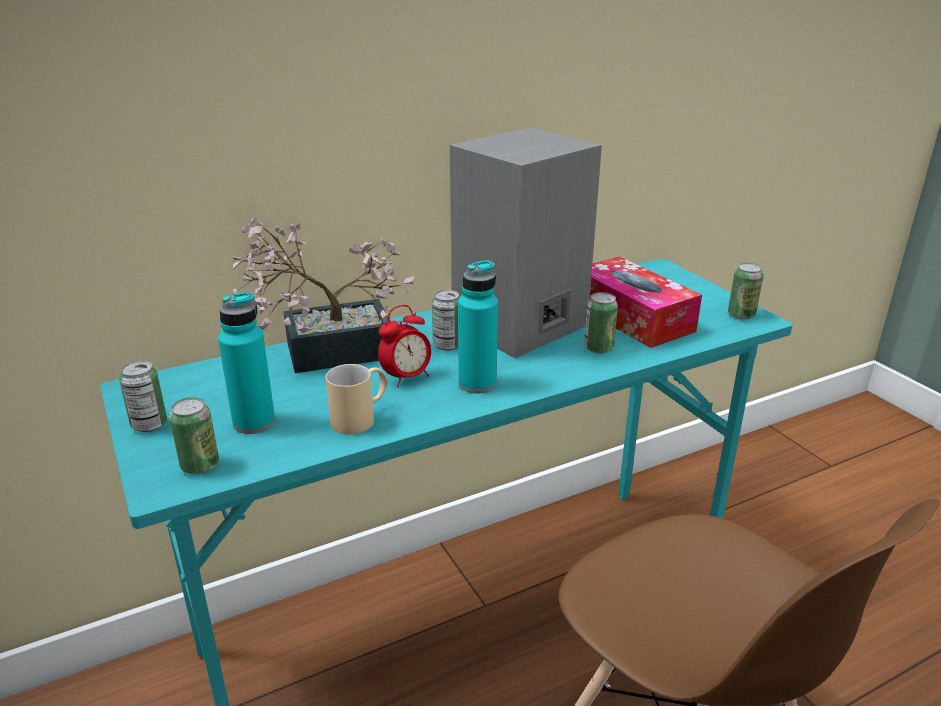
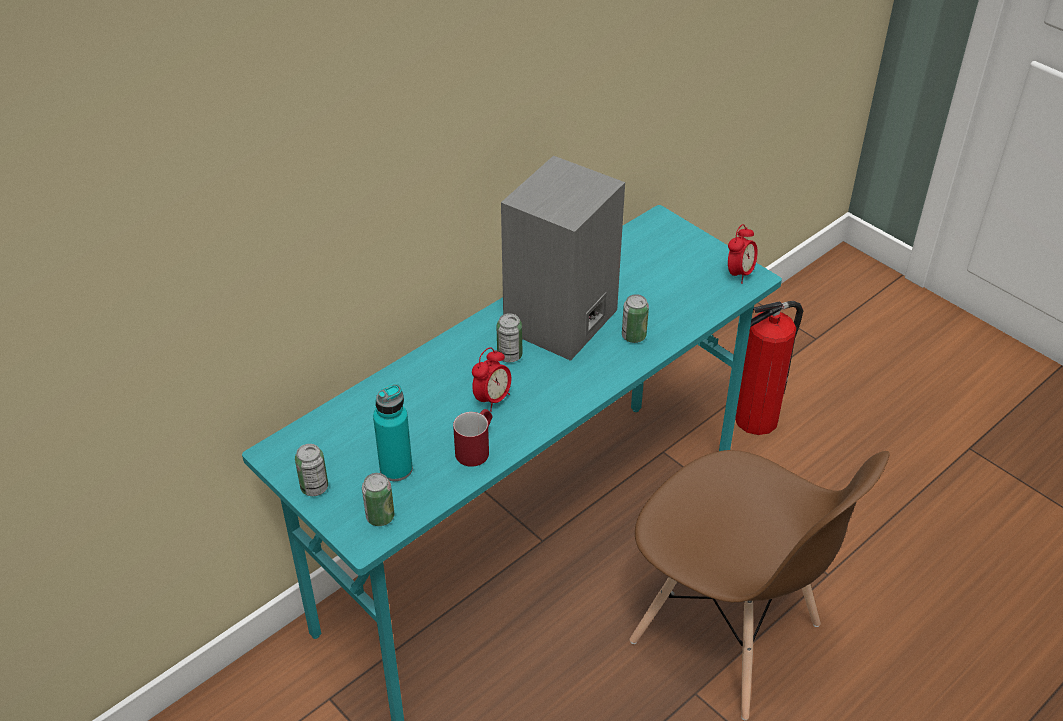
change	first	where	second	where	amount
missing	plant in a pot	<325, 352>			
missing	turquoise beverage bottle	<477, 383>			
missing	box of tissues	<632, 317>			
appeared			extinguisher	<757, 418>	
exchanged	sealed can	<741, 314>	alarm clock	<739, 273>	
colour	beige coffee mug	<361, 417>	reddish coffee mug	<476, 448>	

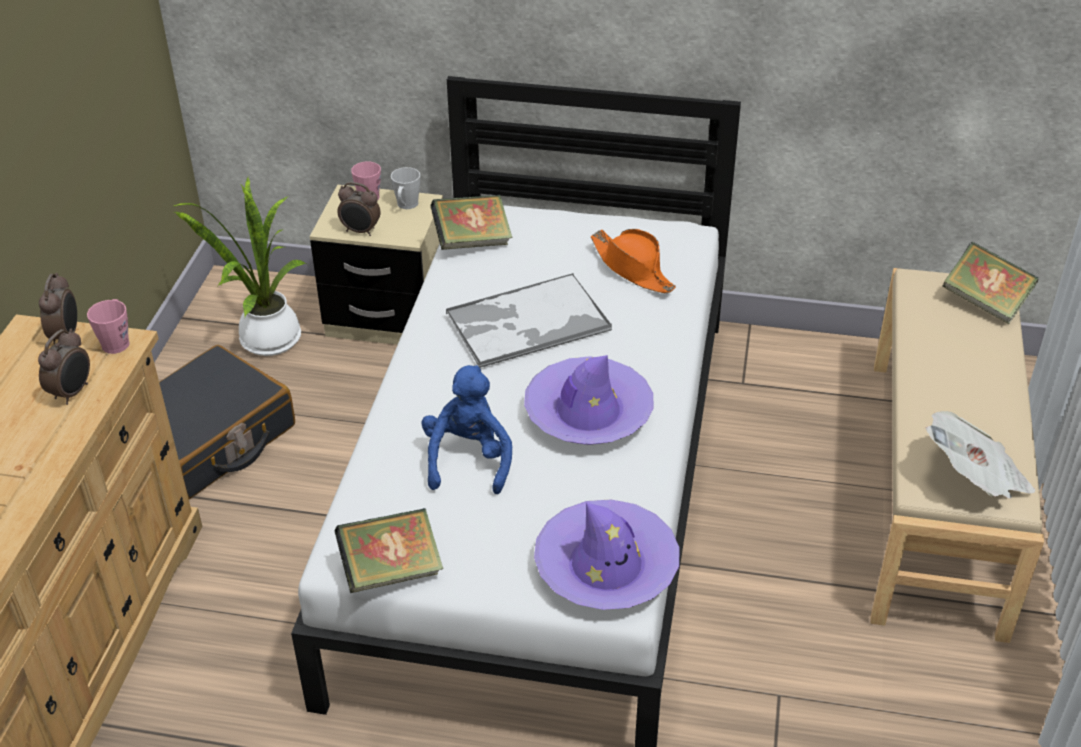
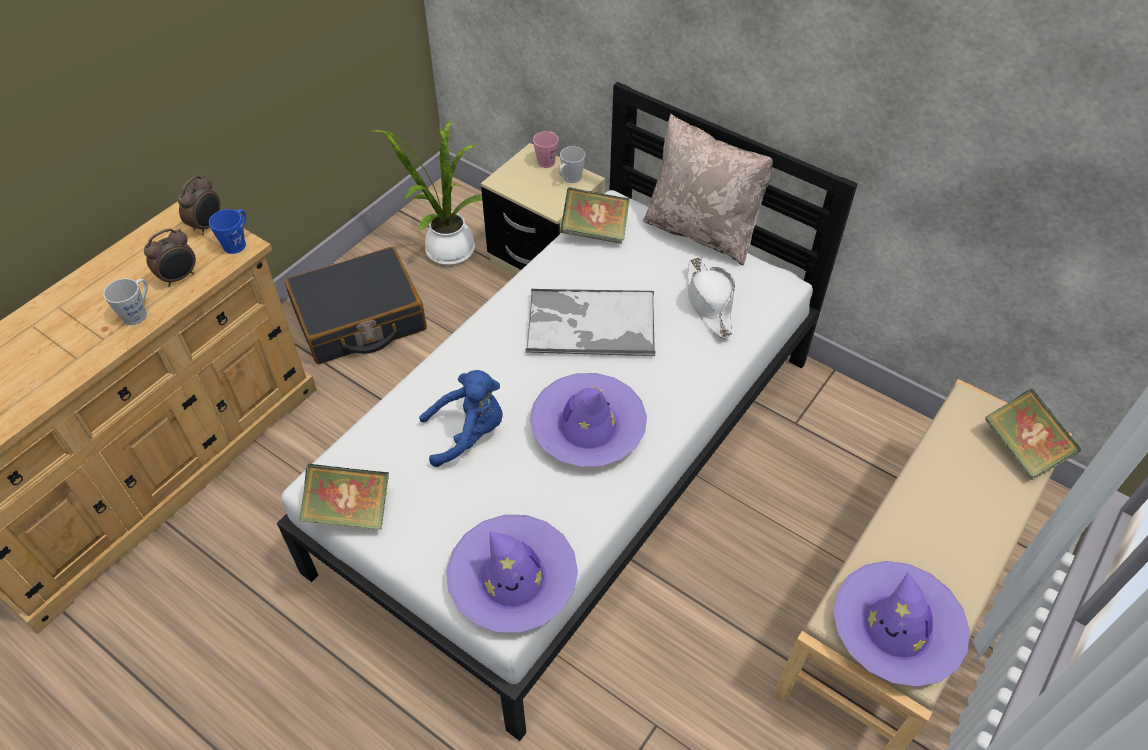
change	first	where	second	where	amount
missing	alarm clock	<360, 231>			
appeared			greyish coffee mug	<138, 313>	
appeared			beige throw pillow	<702, 231>	
exchanged	printed paper	<974, 478>	purple-coloured hat	<896, 629>	
colour	pinkish coffee mug	<117, 341>	blue coffee mug	<237, 243>	
colour	orange hat	<632, 268>	white-coloured hat	<709, 302>	
spun	blue cuddly toy	<468, 459>		<468, 433>	45 degrees clockwise

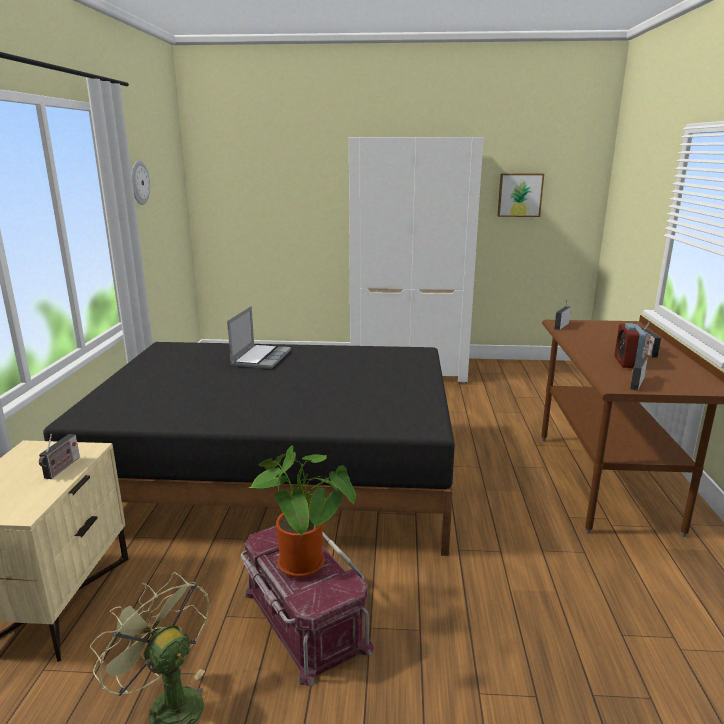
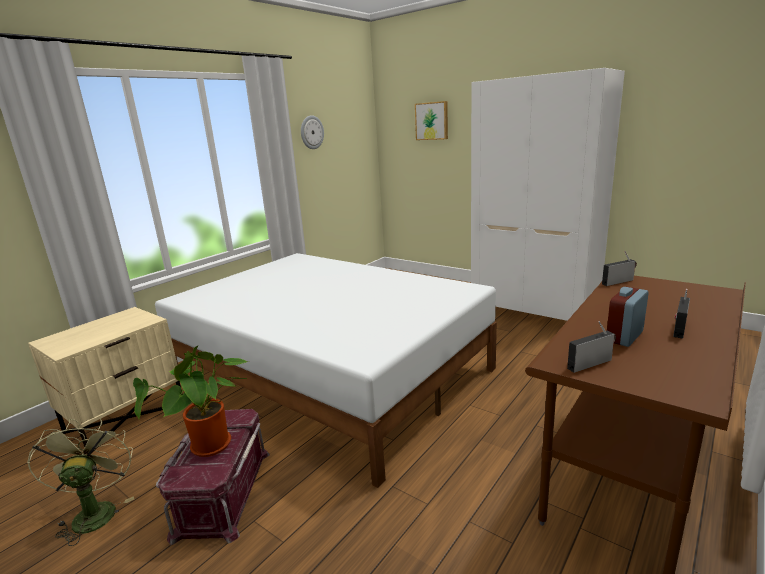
change	first	where	second	where	amount
missing	radio receiver	<61, 468>			
missing	laptop	<261, 358>			
relocated	picture	<520, 195>		<432, 121>	
colour	blackish bed	<278, 475>	white-coloured bed	<330, 373>	

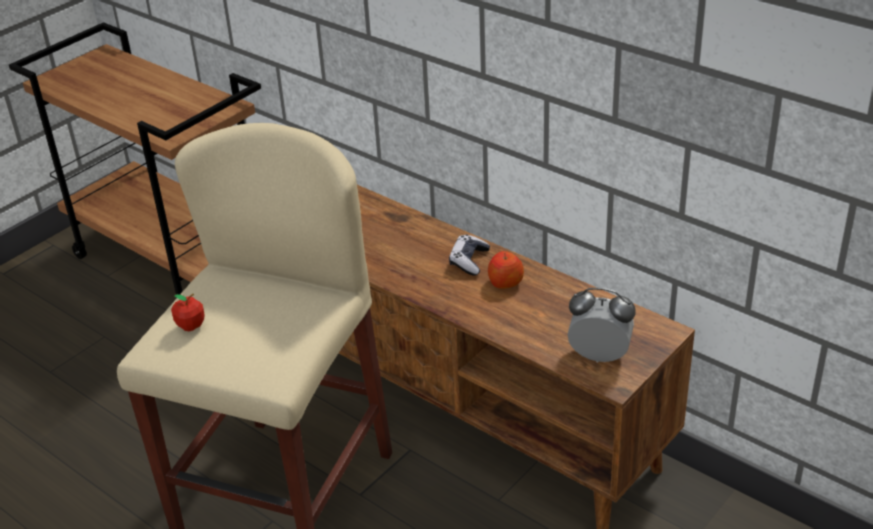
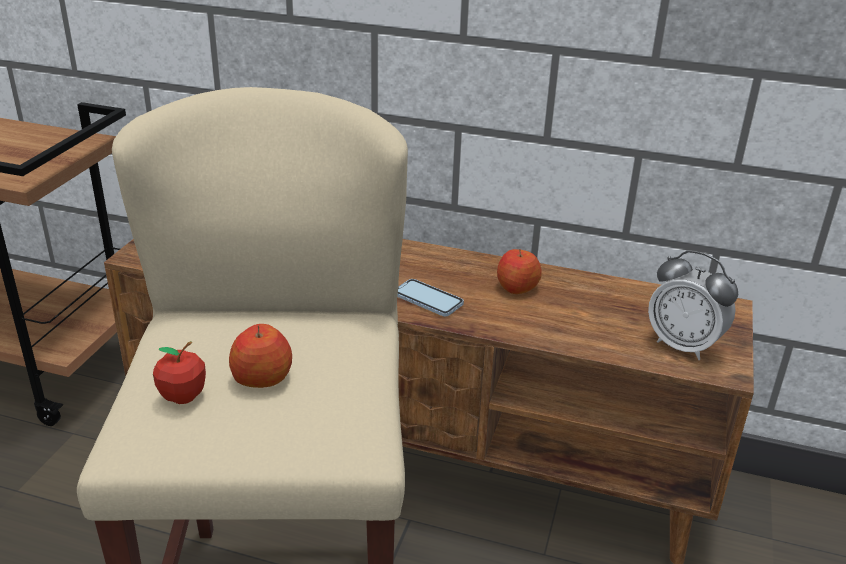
change	first	where	second	where	amount
missing	game controller	<469, 261>			
appeared			whole apple	<262, 377>	
appeared			phone	<428, 299>	
spun	alarm clock	<599, 356>		<683, 345>	135 degrees counterclockwise

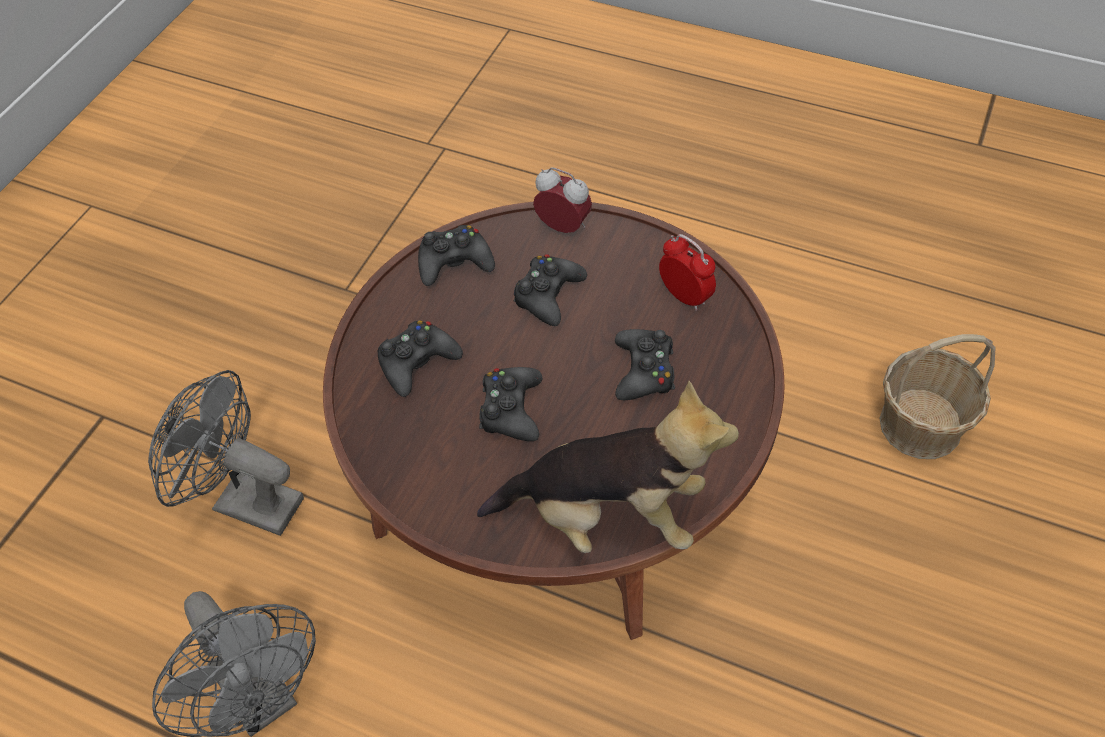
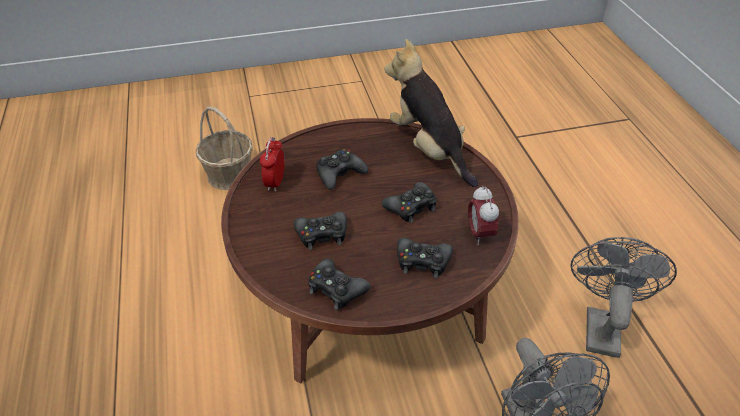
change	first	where	second	where	amount
relocated	alarm clock	<563, 227>		<479, 234>	

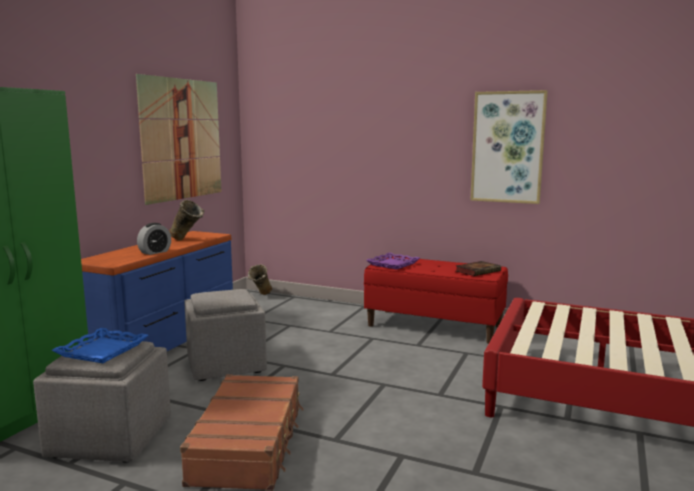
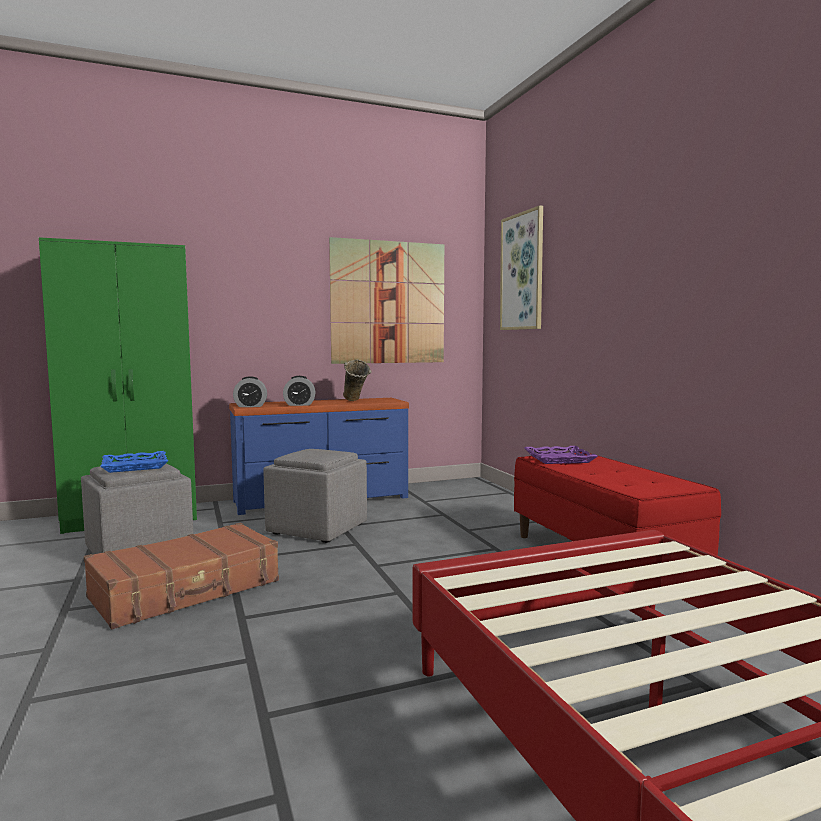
change	first	where	second	where	amount
missing	beige vase	<261, 296>			
missing	book	<478, 271>			
appeared			alarm clock	<250, 406>	
relocated	picture	<507, 147>		<522, 272>	

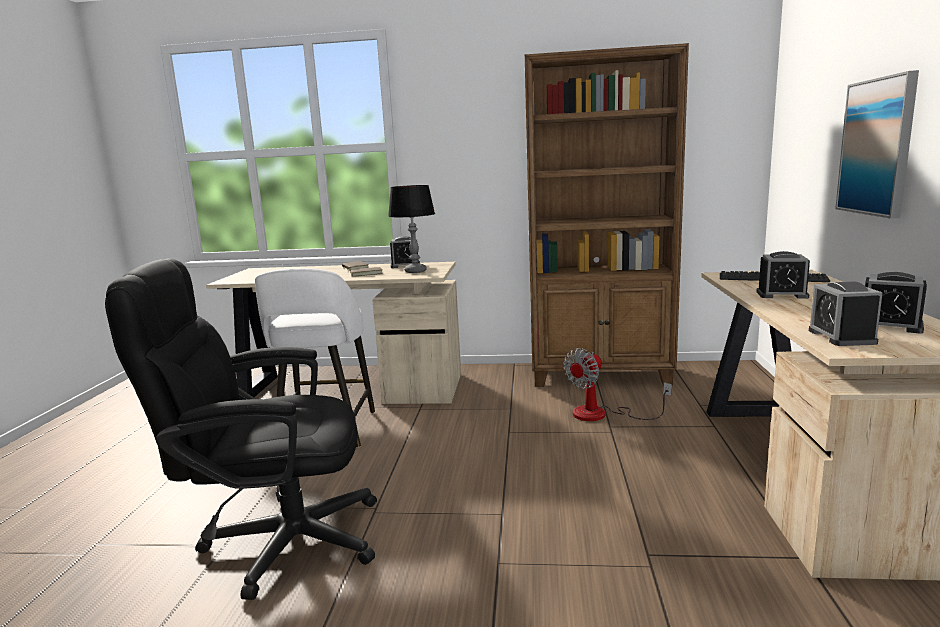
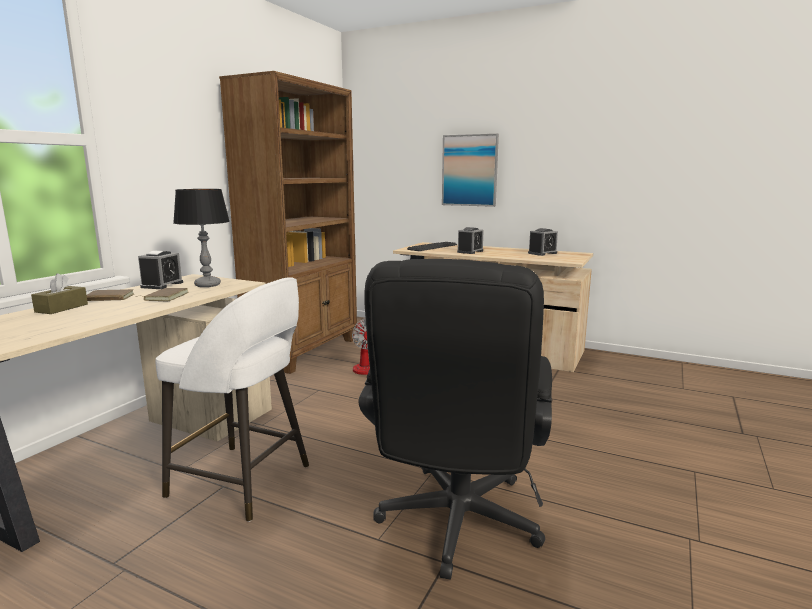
change	first	where	second	where	amount
missing	alarm clock	<841, 337>			
appeared			brown box of tissues	<61, 308>	

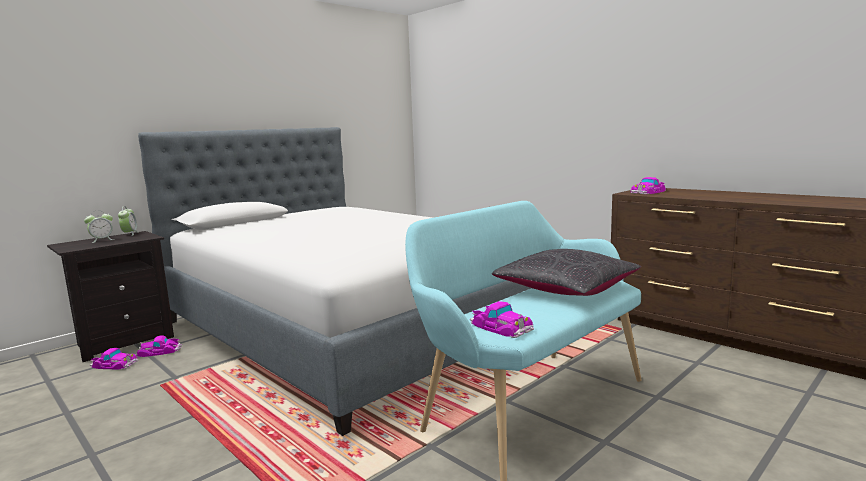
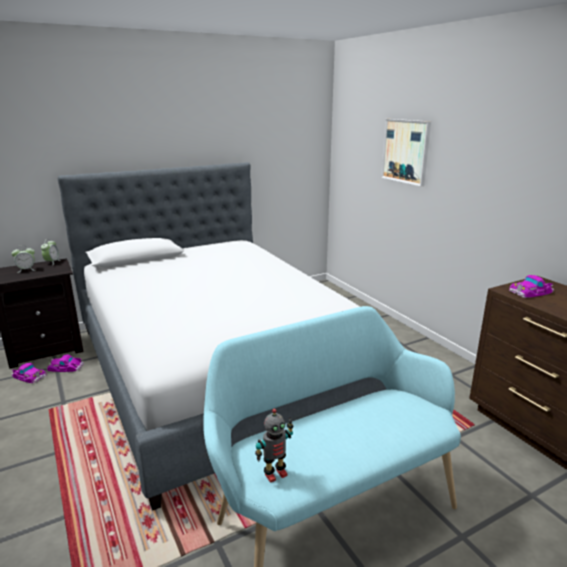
change	first	where	second	where	amount
missing	blackish throw pillow	<566, 289>			
appeared			picture	<405, 151>	
exchanged	miniature car	<501, 327>	toy robot	<275, 473>	

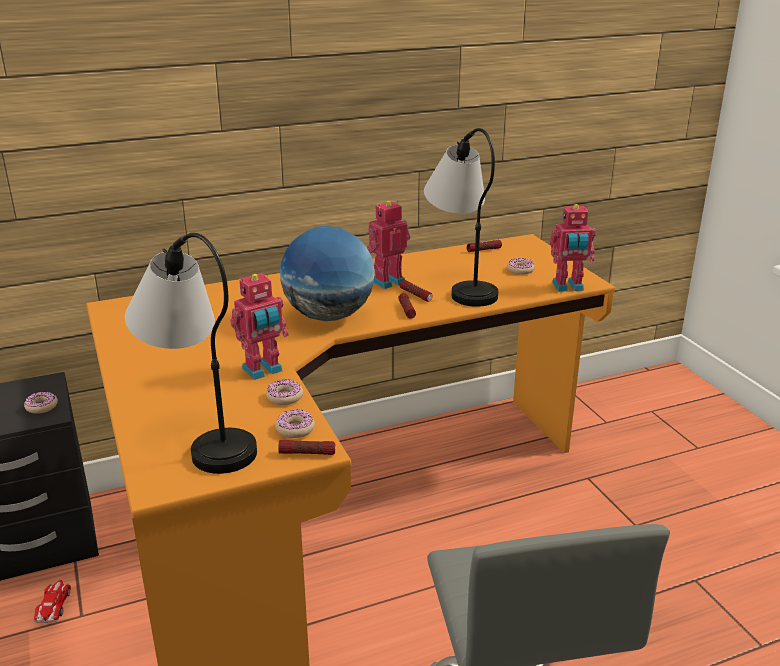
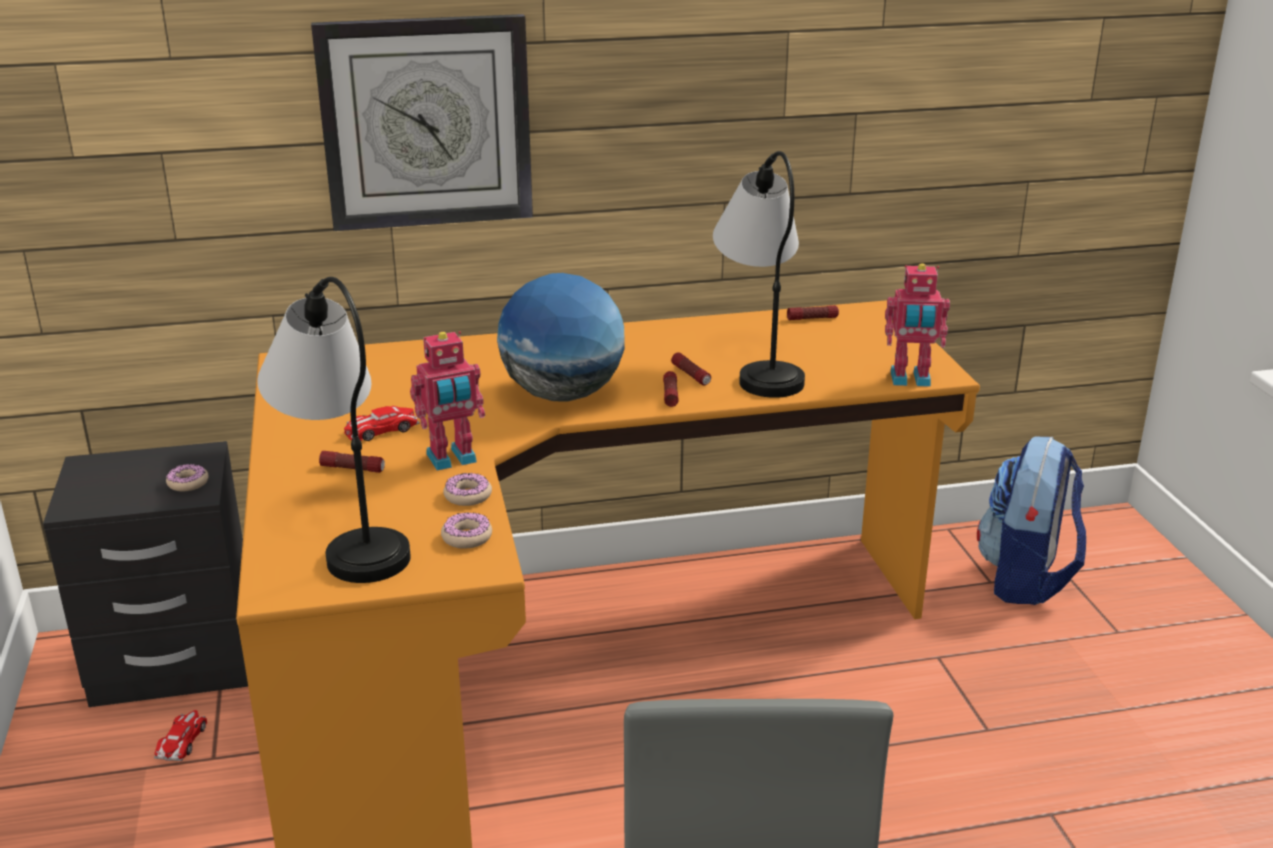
change	first	where	second	where	amount
missing	toy robot	<387, 281>			
missing	donut	<520, 270>			
appeared			wall clock	<426, 122>	
appeared			miniature car	<381, 430>	
appeared			backpack	<1026, 579>	
relocated	flashlight	<307, 453>		<353, 468>	

